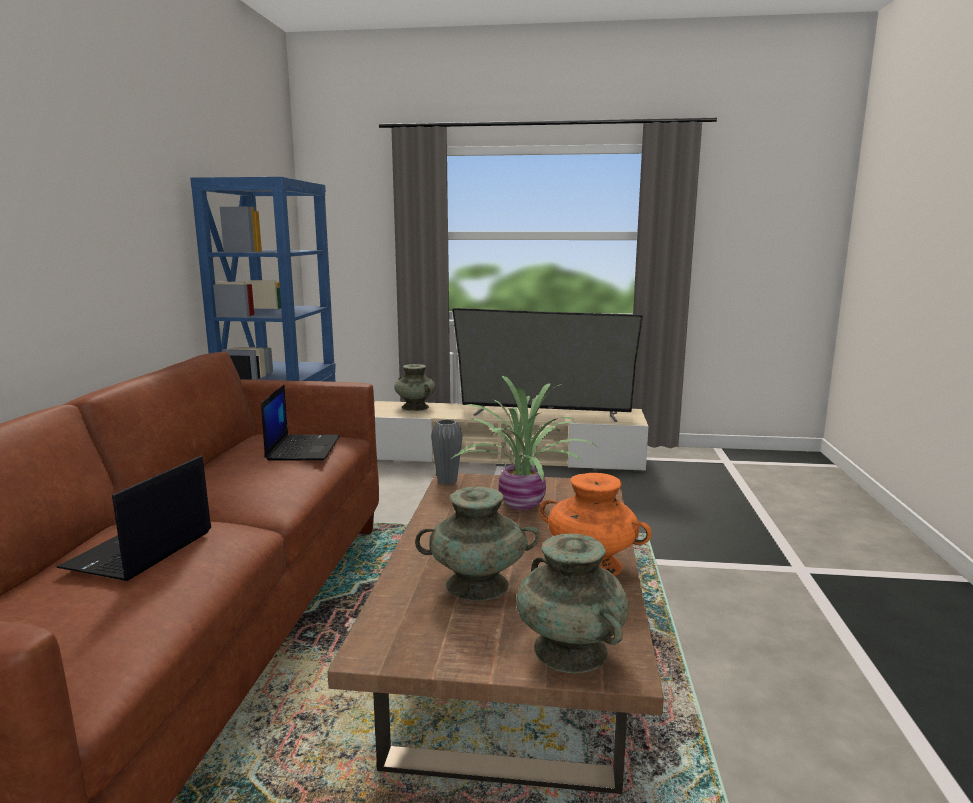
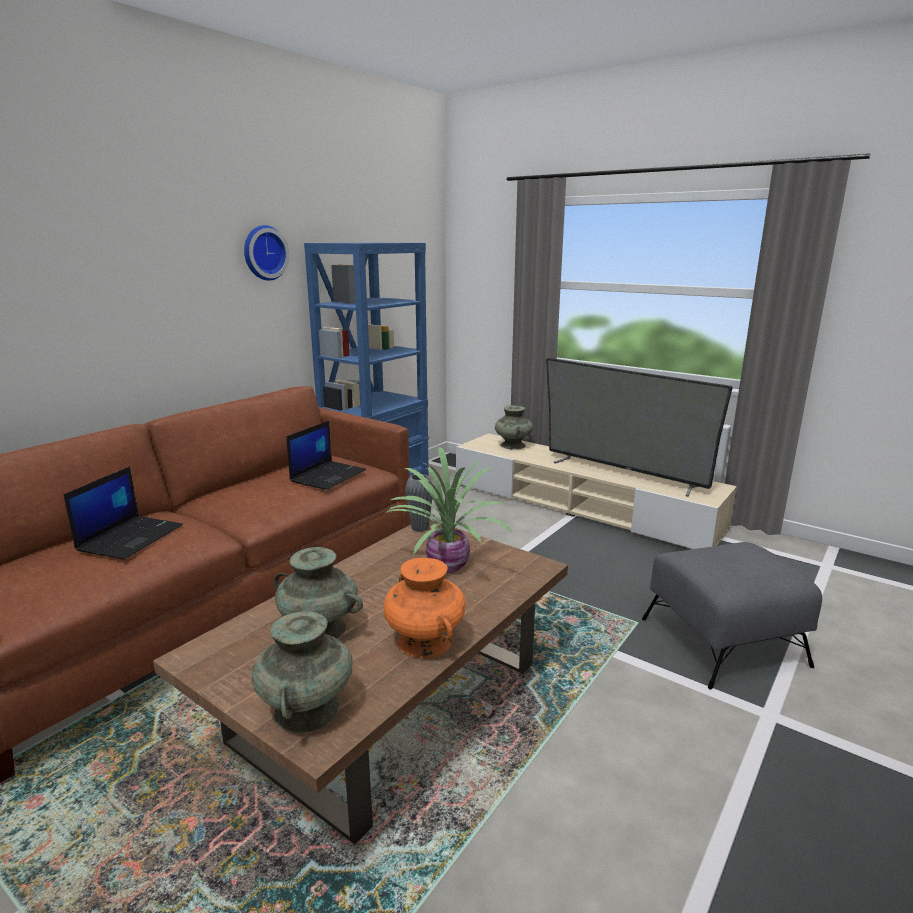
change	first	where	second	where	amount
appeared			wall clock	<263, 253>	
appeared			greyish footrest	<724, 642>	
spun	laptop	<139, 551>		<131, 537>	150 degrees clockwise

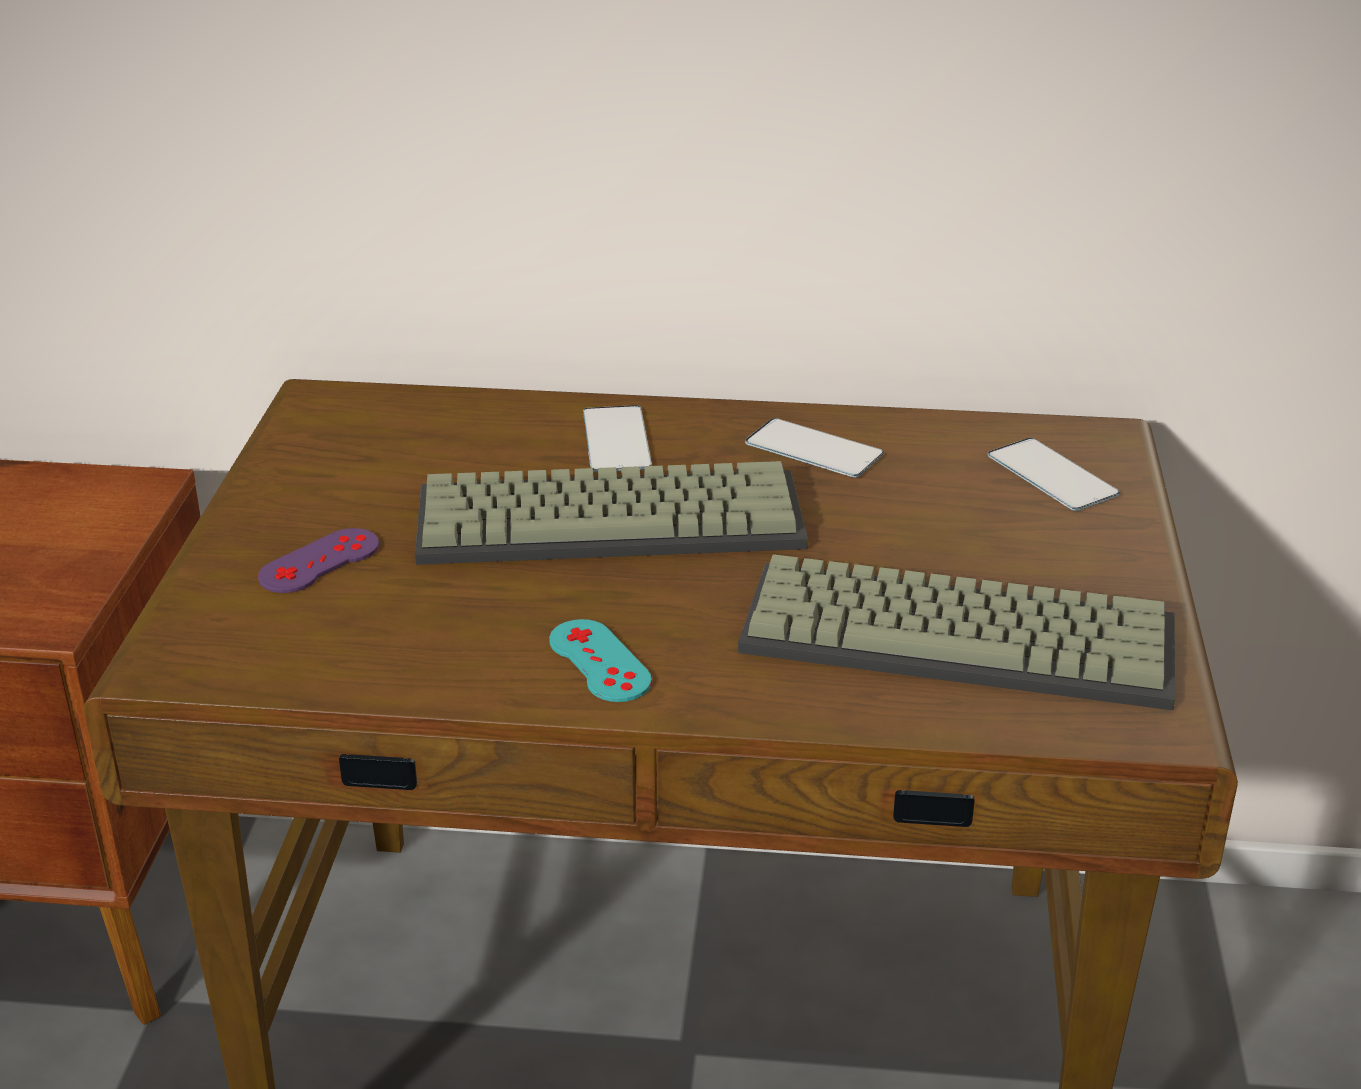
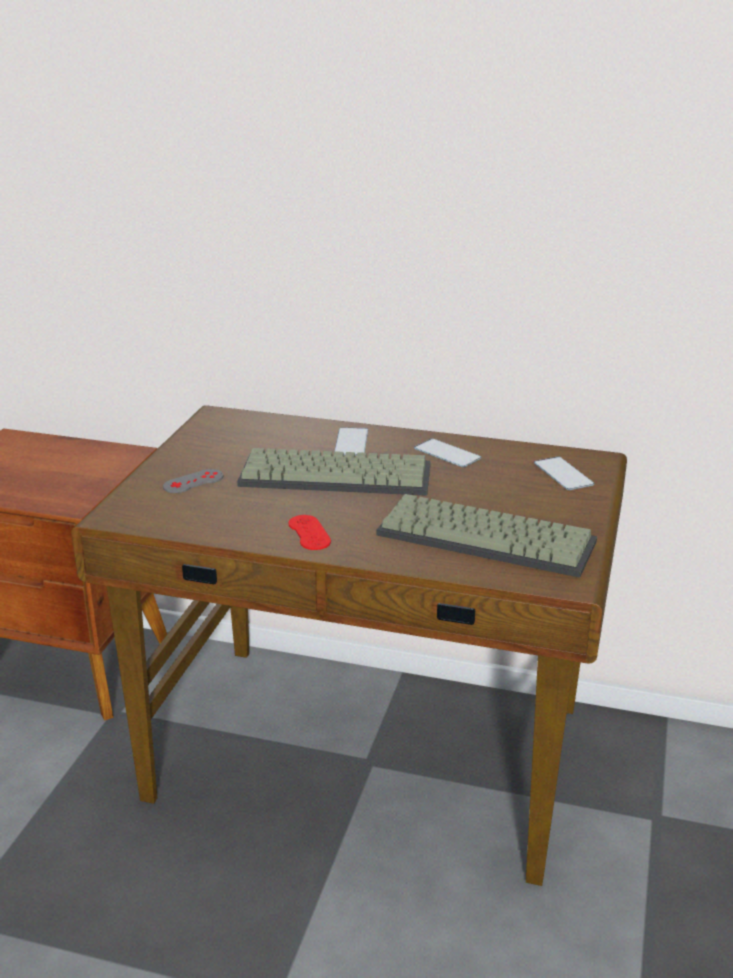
change	first	where	second	where	amount
colour	purple-coloured game controller	<319, 561>	greyish game controller	<193, 481>	
colour	turquoise game controller	<599, 661>	reddish game controller	<309, 533>	

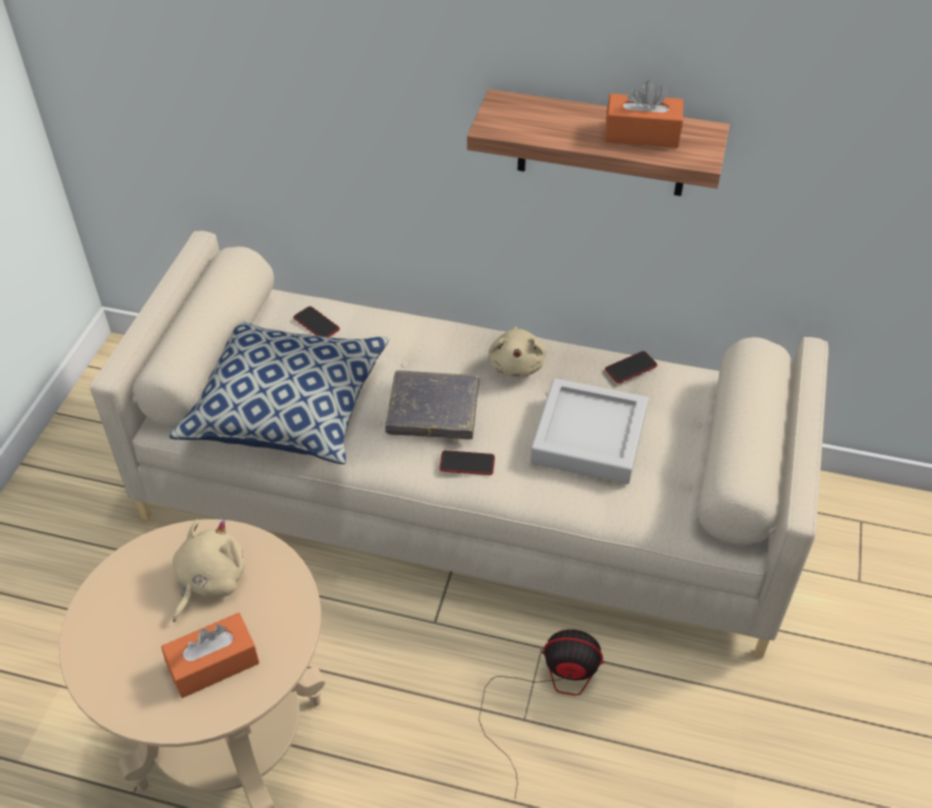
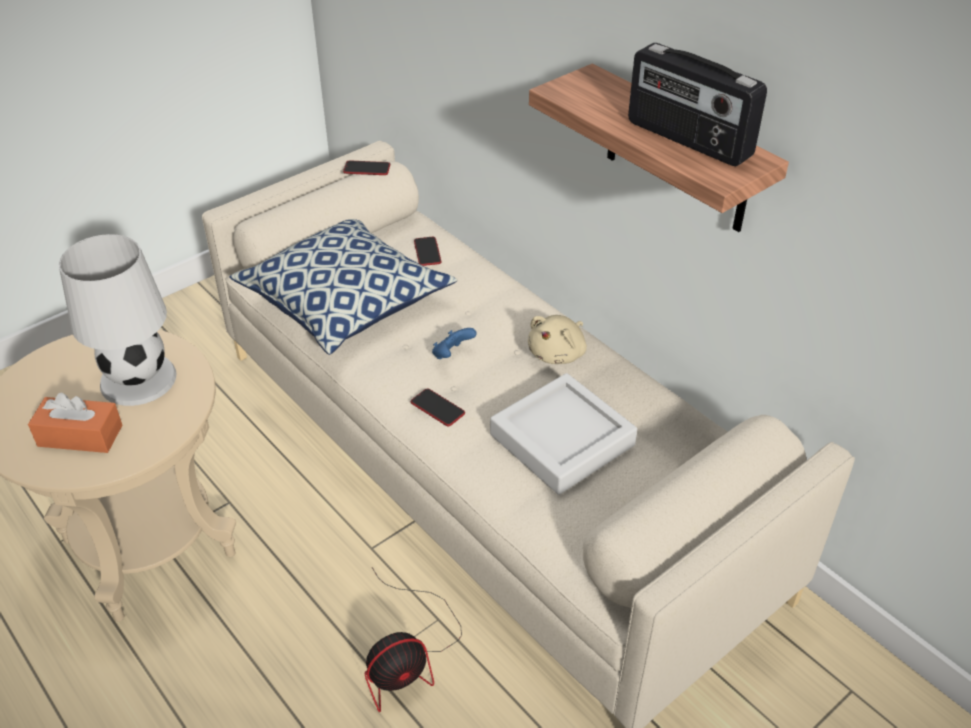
change	first	where	second	where	amount
relocated	phone	<631, 368>		<367, 169>	
exchanged	beige cuddly toy	<209, 581>	white-coloured table lamp	<137, 379>	
exchanged	greyish book	<433, 409>	blue game controller	<452, 354>	
exchanged	orange box of tissues	<642, 134>	radio receiver	<687, 140>	
spun	electric fan	<546, 692>		<408, 657>	105 degrees clockwise

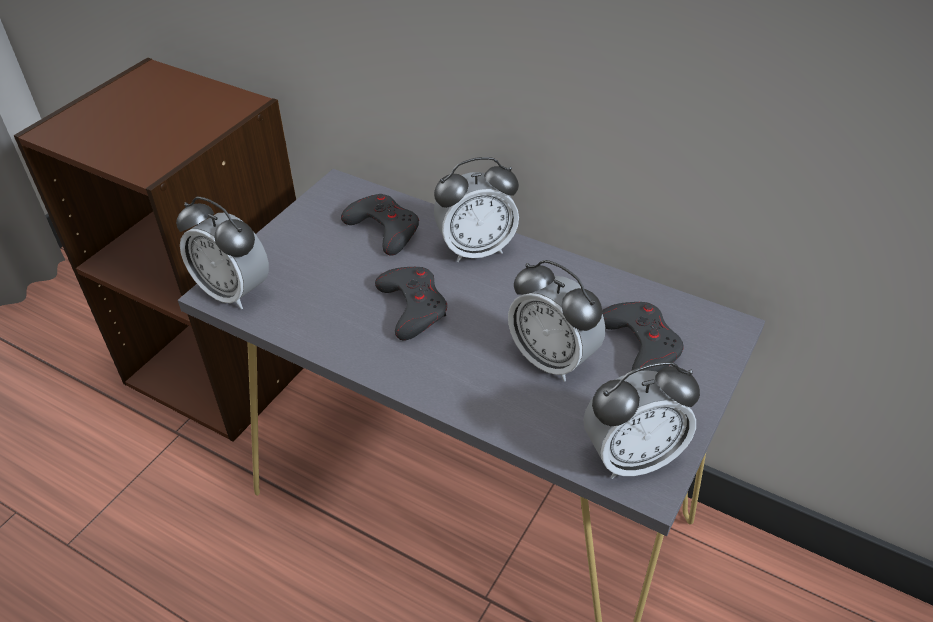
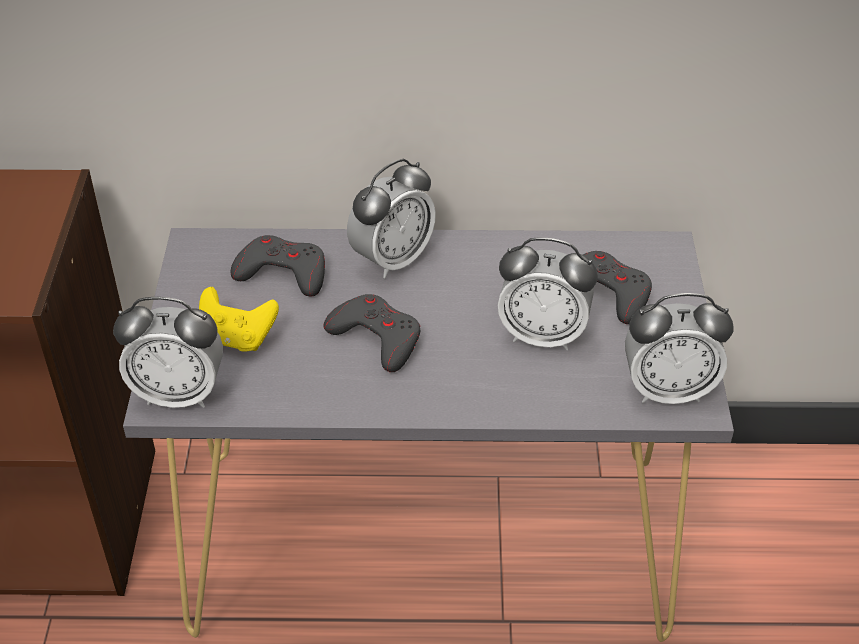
change	first	where	second	where	amount
appeared			yellow game controller	<238, 338>	
spun	alarm clock	<631, 458>		<668, 390>	45 degrees clockwise

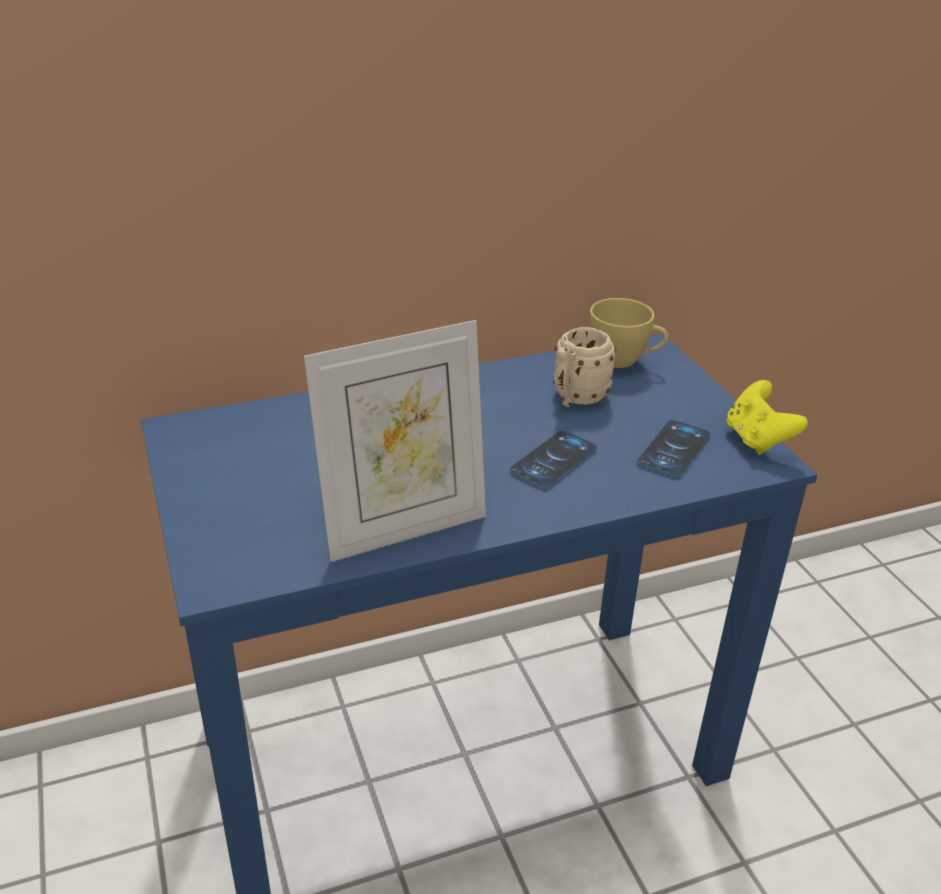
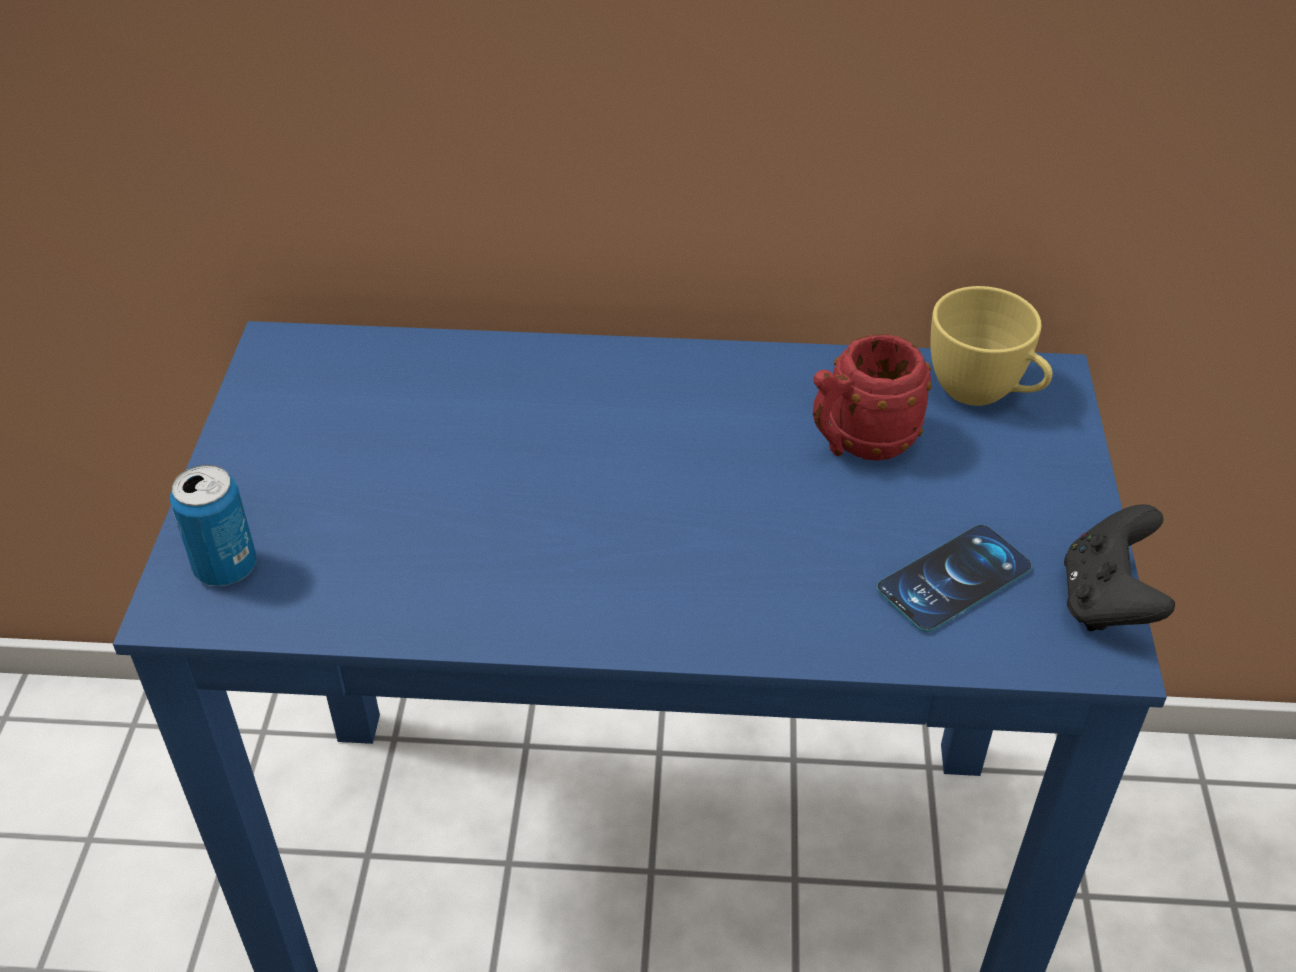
change	first	where	second	where	amount
missing	photo frame	<403, 528>			
missing	phone	<554, 460>			
appeared			sealed can	<226, 567>	
colour	beige coffee mug	<575, 398>	reddish coffee mug	<859, 443>	
colour	yellow game controller	<757, 439>	blackish game controller	<1106, 601>	

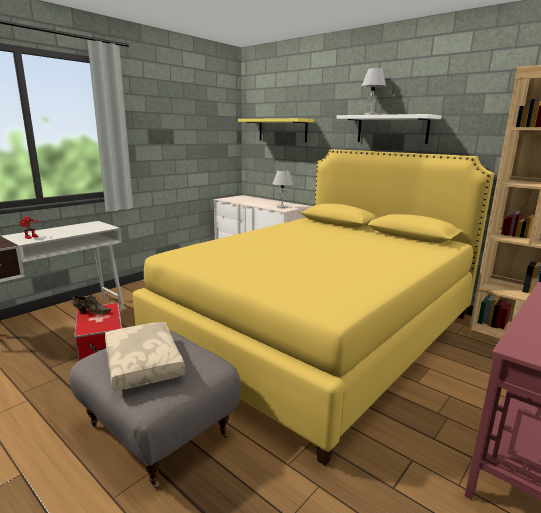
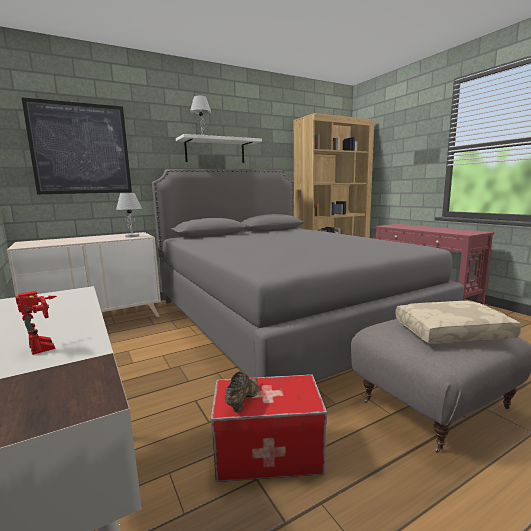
change	first	where	second	where	amount
exchanged	yellow shelf	<282, 130>	picture	<81, 149>	
colour	yellow bed	<318, 331>	greyish bed	<282, 318>	

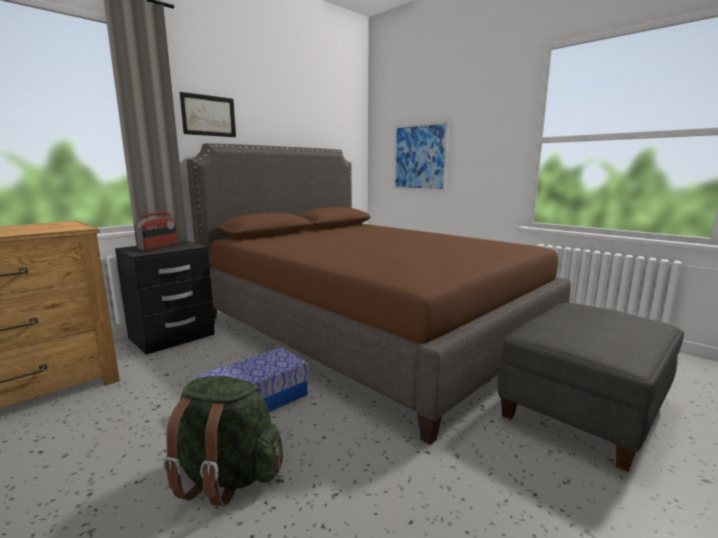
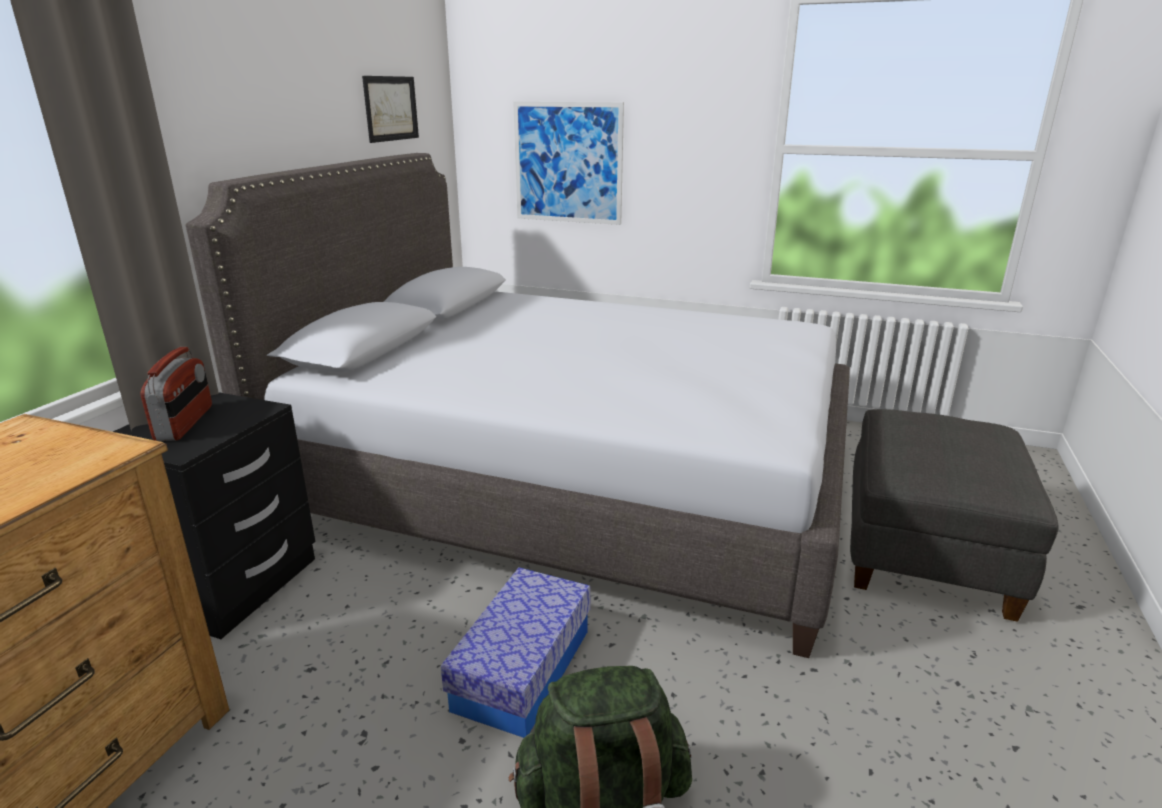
change	first	where	second	where	amount
relocated	picture	<209, 115>		<391, 108>	
colour	brown bed	<368, 330>	greyish bed	<572, 486>	

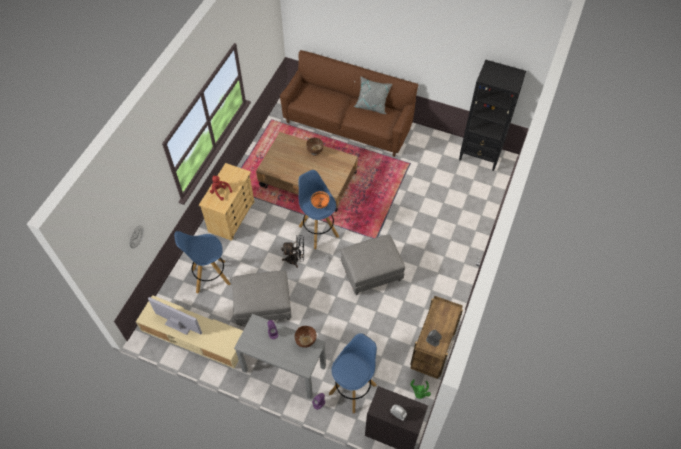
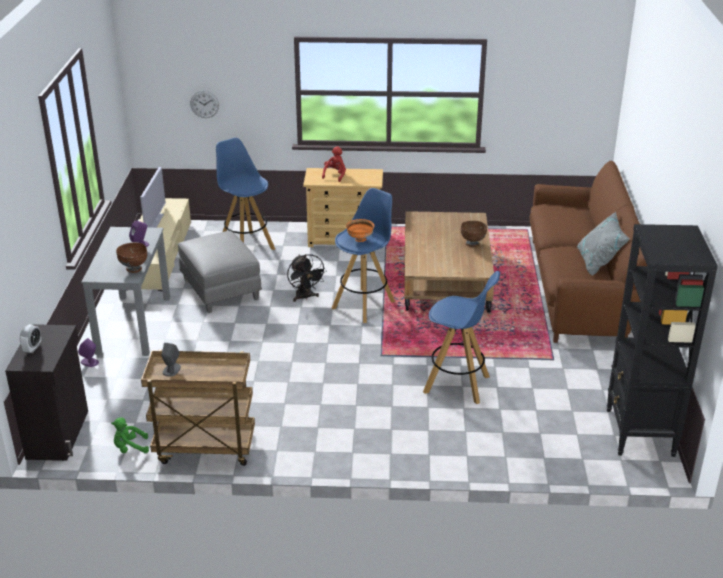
change	first	where	second	where	amount
missing	greyish footrest	<371, 273>			
relocated	blue stool	<353, 388>		<457, 384>	

